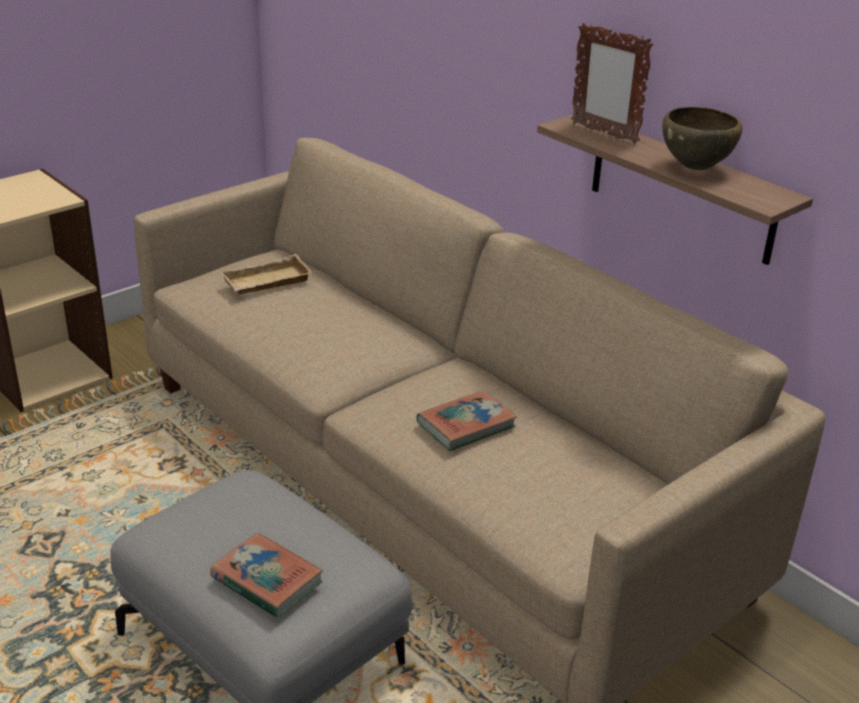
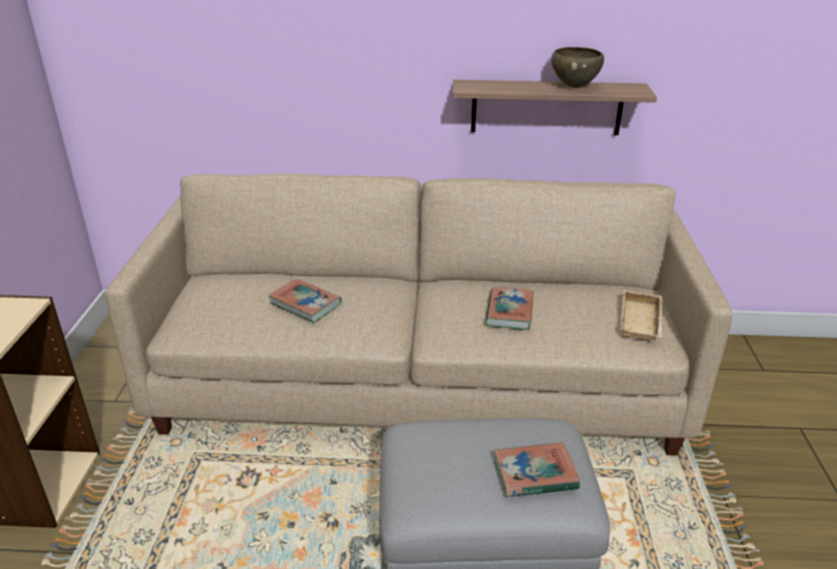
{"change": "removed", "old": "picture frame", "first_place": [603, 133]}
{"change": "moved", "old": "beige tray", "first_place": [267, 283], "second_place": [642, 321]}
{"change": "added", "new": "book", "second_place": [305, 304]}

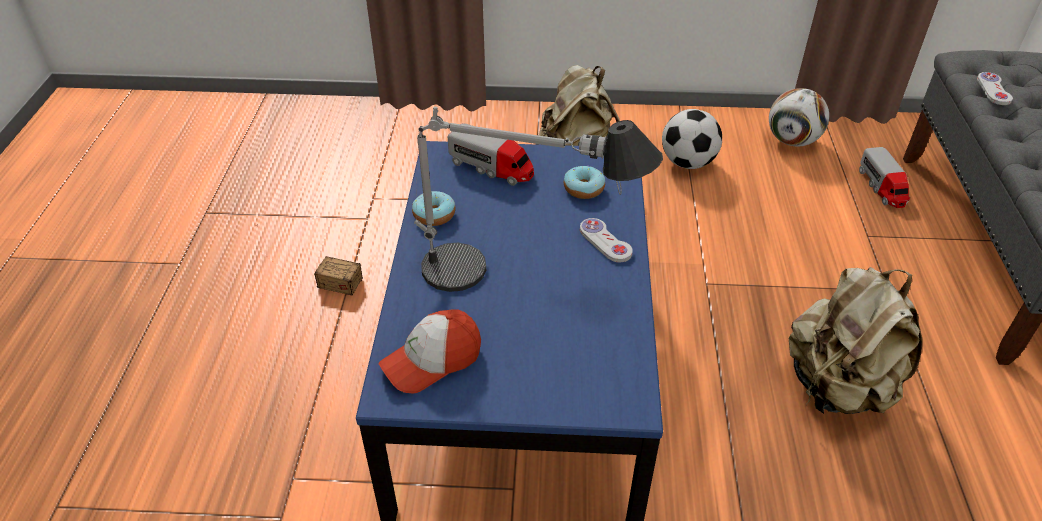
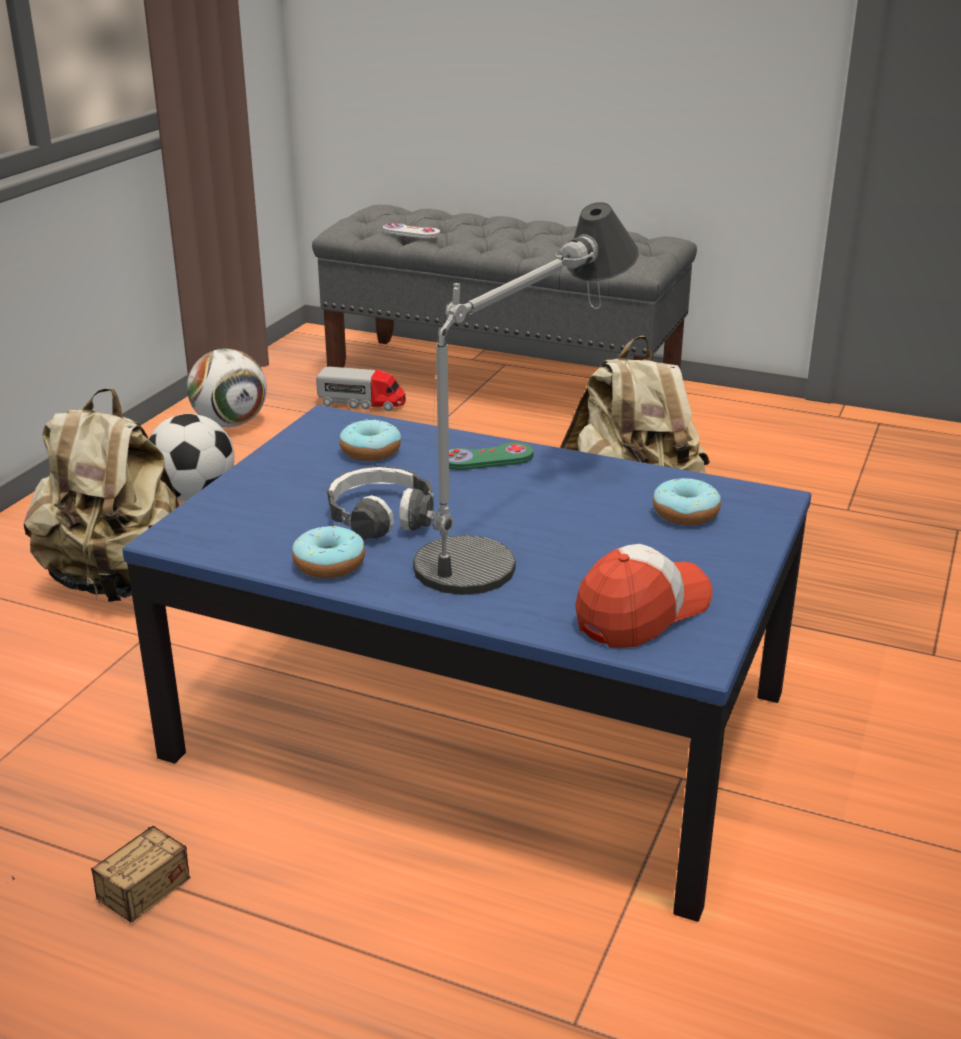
{"change": "removed", "old": "toy truck", "first_place": [492, 167]}
{"change": "recoloured", "old": "white game controller", "new": "green game controller", "first_place": [605, 241], "second_place": [487, 459]}
{"change": "turned", "old": "cap", "first_place": [432, 360], "second_place": [642, 612], "degrees": -120}
{"change": "added", "new": "headphones", "second_place": [381, 516]}
{"change": "added", "new": "donut", "second_place": [685, 513]}

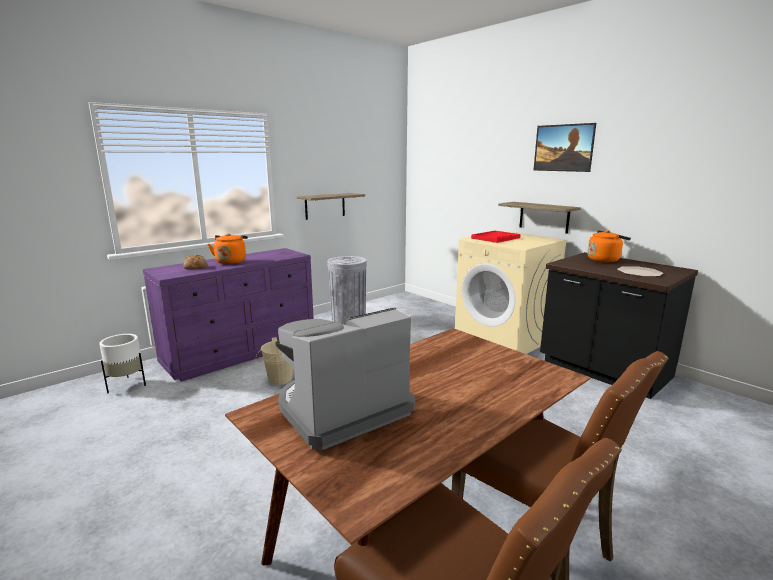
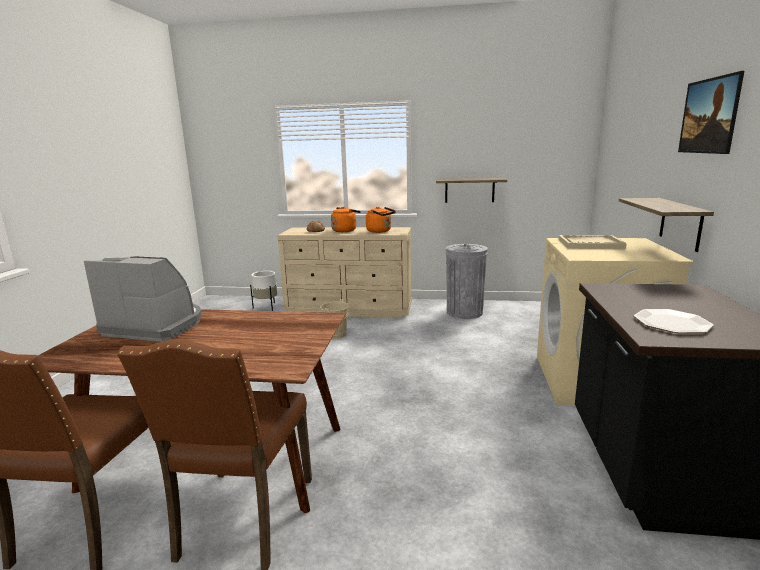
{"change": "moved", "old": "orange kettle", "first_place": [604, 260], "second_place": [380, 231]}
{"change": "recoloured", "old": "red tray", "new": "beige tray", "first_place": [495, 238], "second_place": [590, 244]}
{"change": "recoloured", "old": "purple dresser", "new": "beige dresser", "first_place": [242, 352], "second_place": [350, 309]}

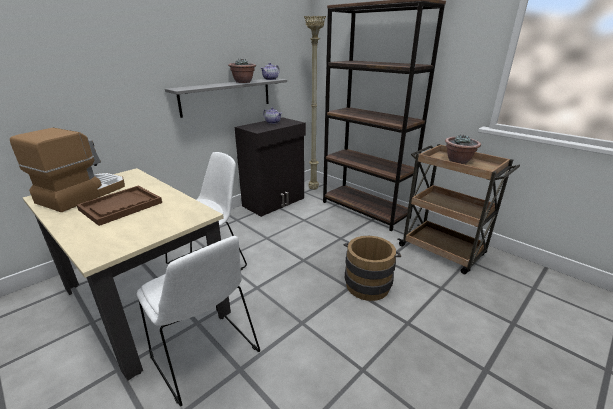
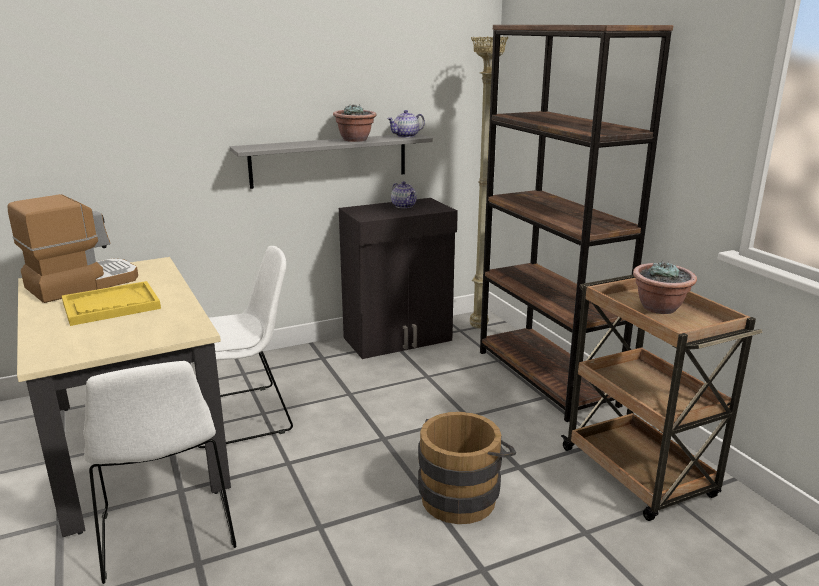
{"change": "recoloured", "old": "brown tray", "new": "yellow tray", "first_place": [121, 206], "second_place": [111, 306]}

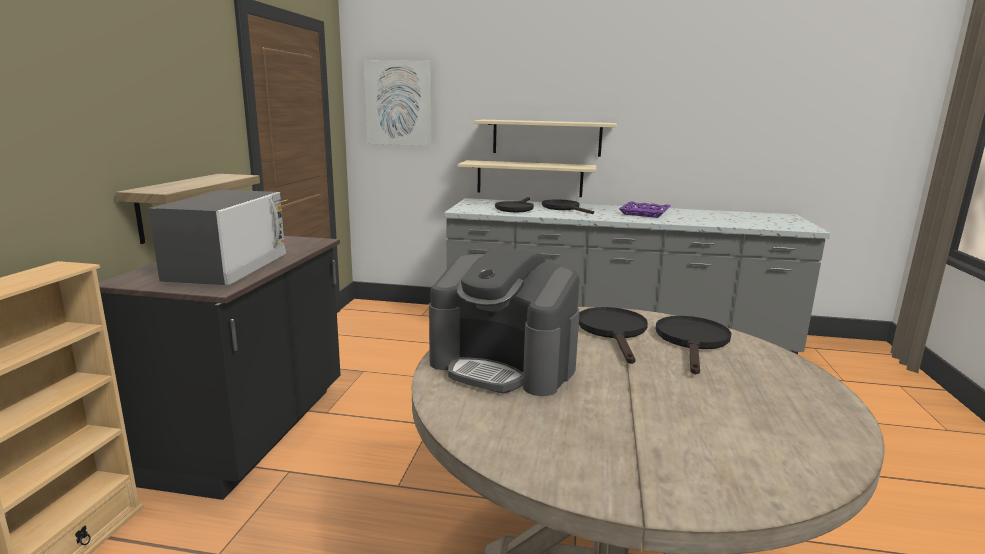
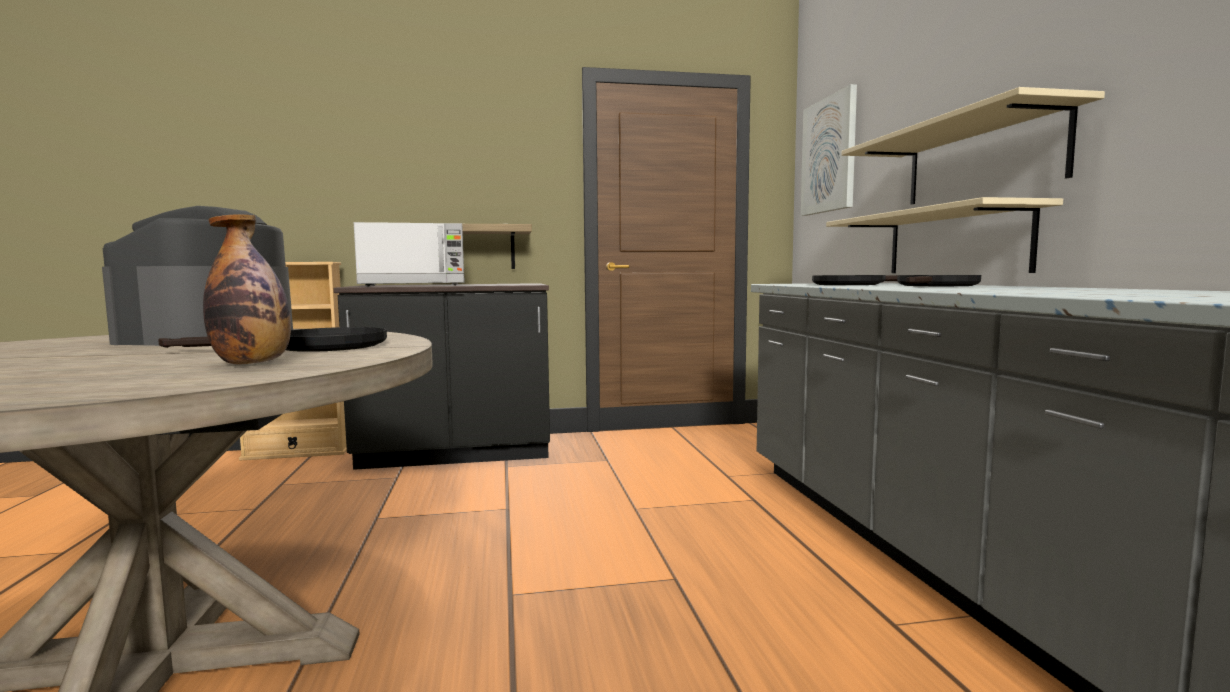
{"change": "removed", "old": "purple tray", "first_place": [644, 213]}
{"change": "replaced", "old": "black frying pan", "new": "bottle", "first_place": [692, 342], "second_place": [252, 363]}

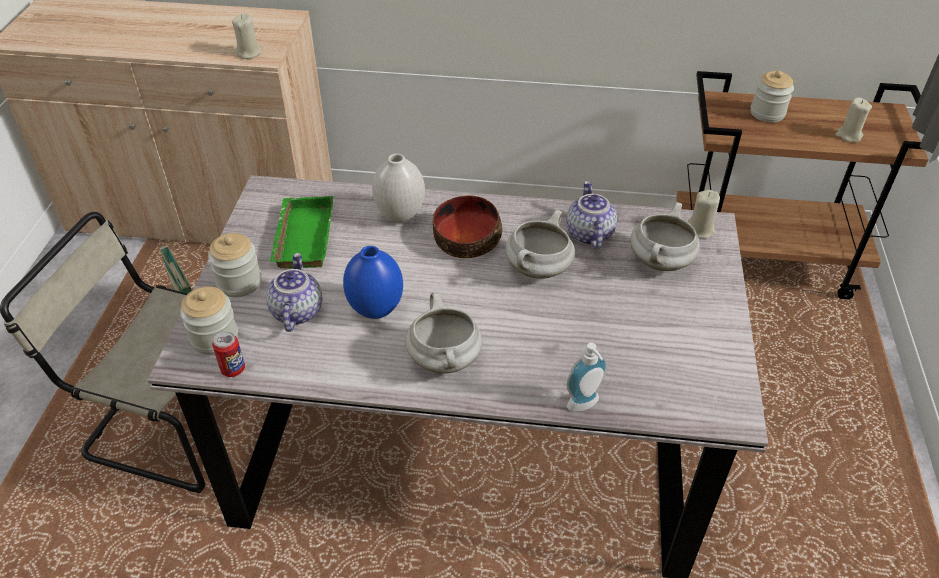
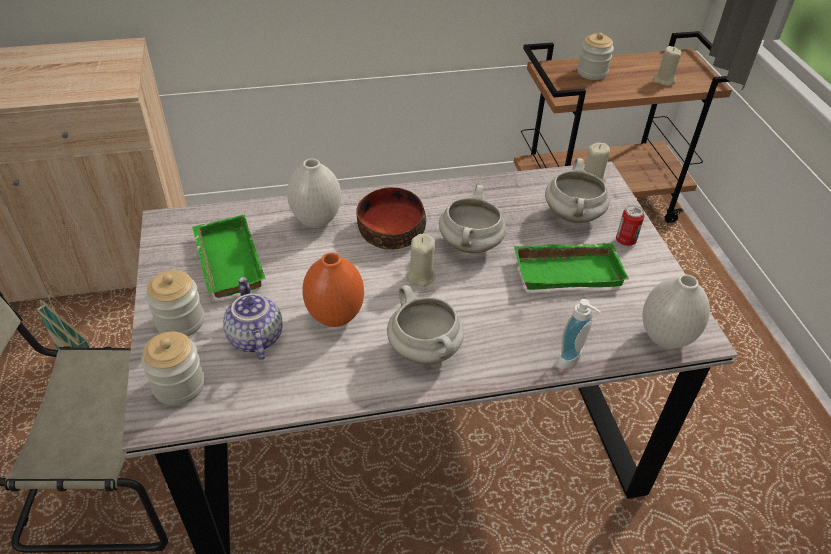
{"change": "moved", "old": "beige candle", "first_place": [249, 53], "second_place": [420, 276]}
{"change": "removed", "old": "teapot", "first_place": [588, 234]}
{"change": "recoloured", "old": "blue vase", "new": "orange vase", "first_place": [375, 310], "second_place": [335, 318]}
{"change": "moved", "old": "can", "first_place": [233, 369], "second_place": [625, 240]}
{"change": "added", "new": "green tray", "second_place": [568, 270]}
{"change": "added", "new": "white vase", "second_place": [664, 339]}

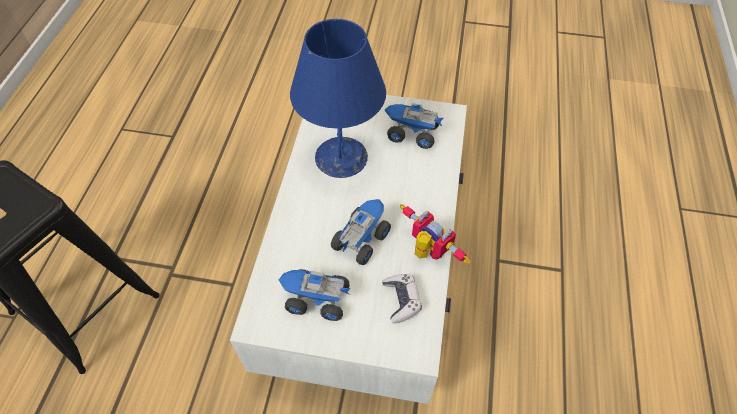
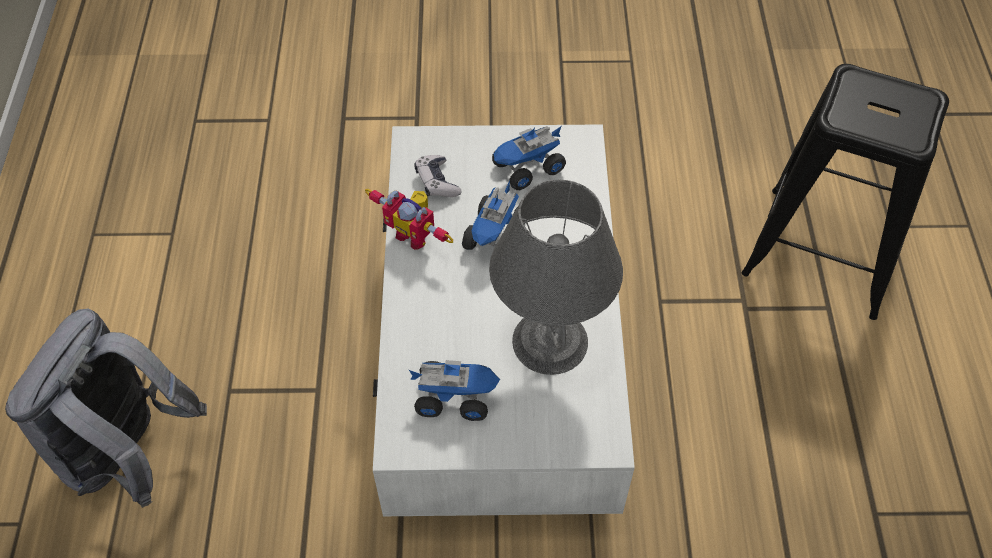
{"change": "recoloured", "old": "blue table lamp", "new": "grey table lamp", "first_place": [342, 157], "second_place": [549, 341]}
{"change": "turned", "old": "toy truck", "first_place": [317, 300], "second_place": [527, 169], "degrees": 150}
{"change": "added", "new": "grey backpack", "second_place": [129, 455]}

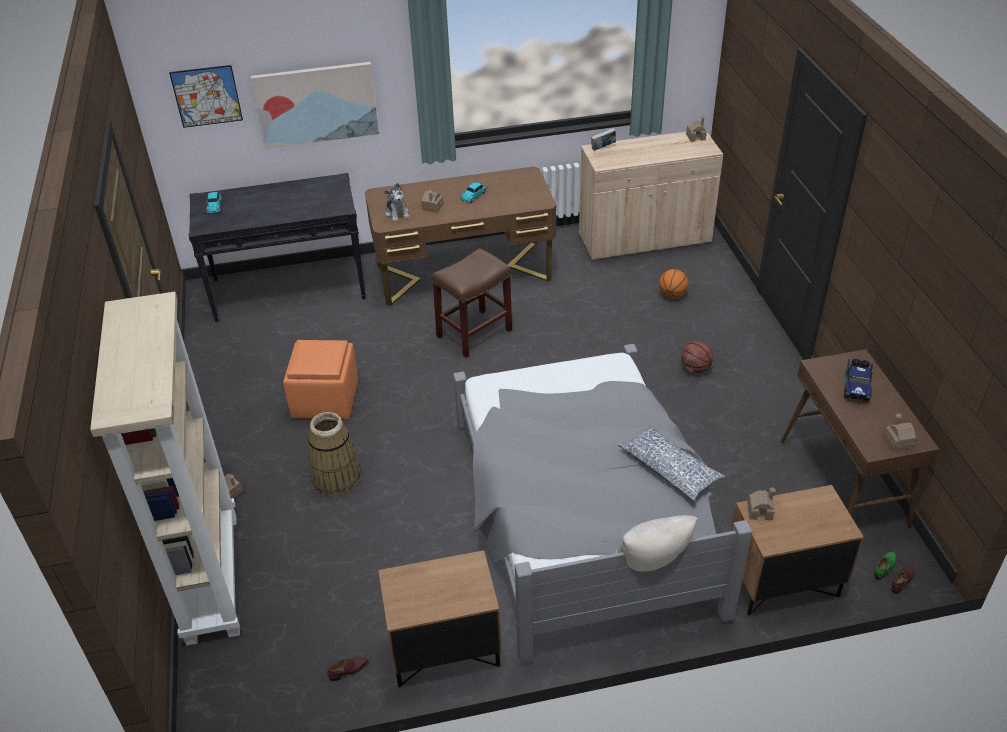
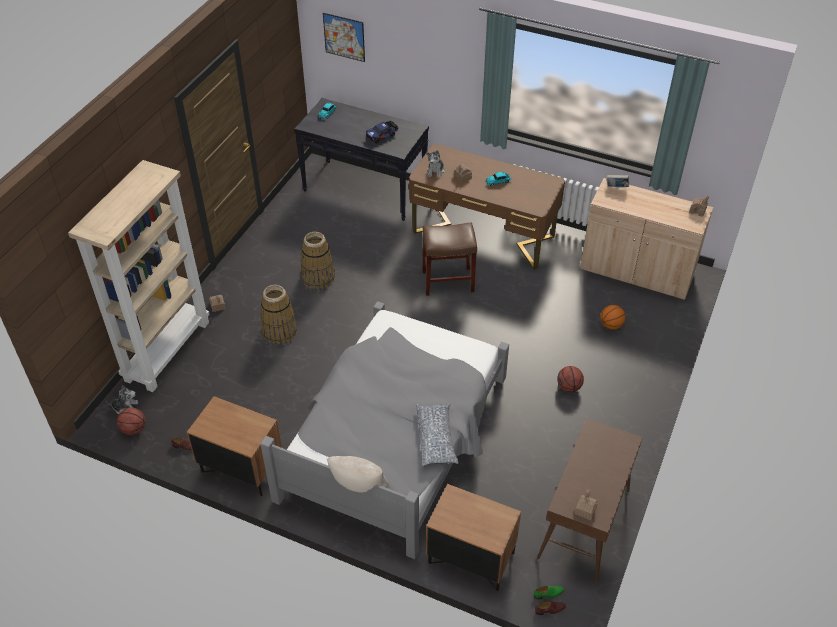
{"change": "removed", "old": "picture", "first_place": [316, 104]}
{"change": "replaced", "old": "orange ottoman", "new": "basket", "first_place": [325, 399], "second_place": [318, 277]}
{"change": "moved", "old": "toy truck", "first_place": [857, 386], "second_place": [382, 136]}
{"change": "removed", "old": "toy house", "first_place": [759, 511]}
{"change": "added", "new": "plush toy", "second_place": [125, 407]}
{"change": "added", "new": "basketball", "second_place": [133, 429]}

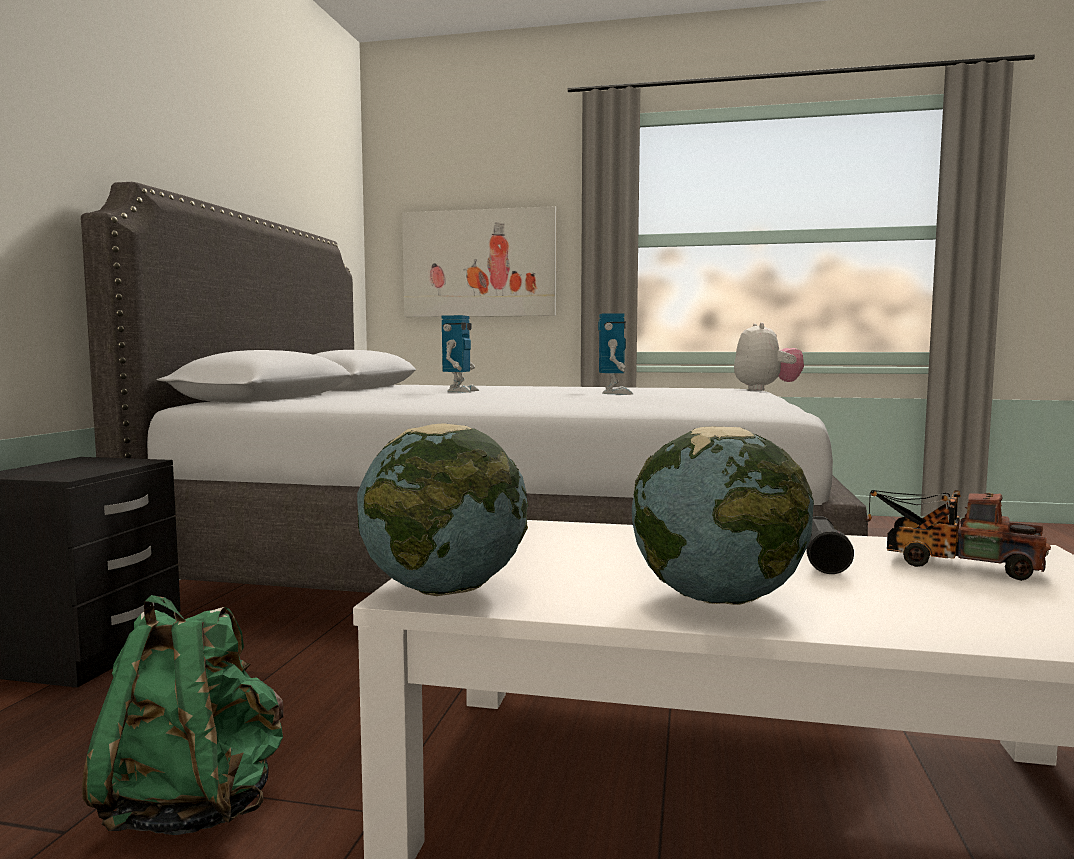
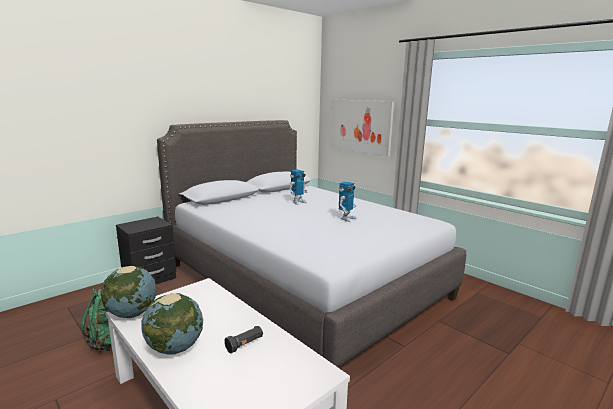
{"change": "removed", "old": "plush toy", "first_place": [765, 389]}
{"change": "removed", "old": "toy truck", "first_place": [950, 564]}

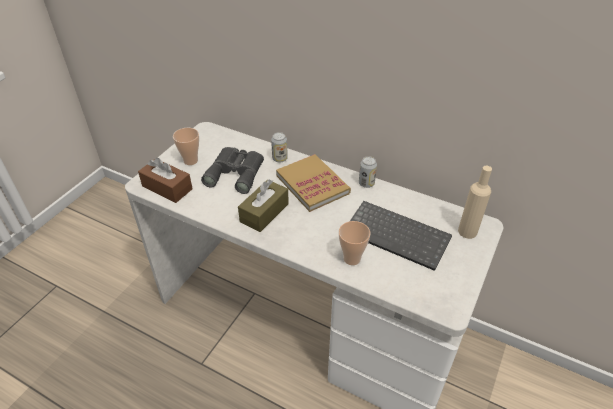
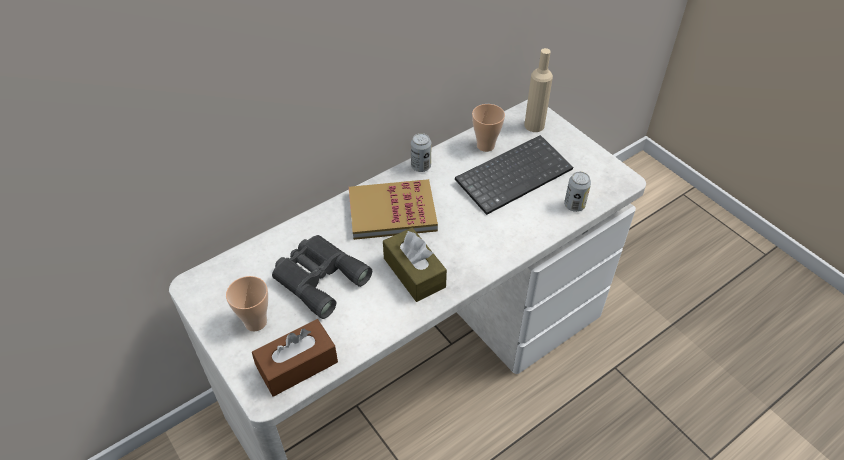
{"change": "moved", "old": "can", "first_place": [280, 159], "second_place": [574, 205]}
{"change": "moved", "old": "cup", "first_place": [352, 258], "second_place": [485, 145]}

